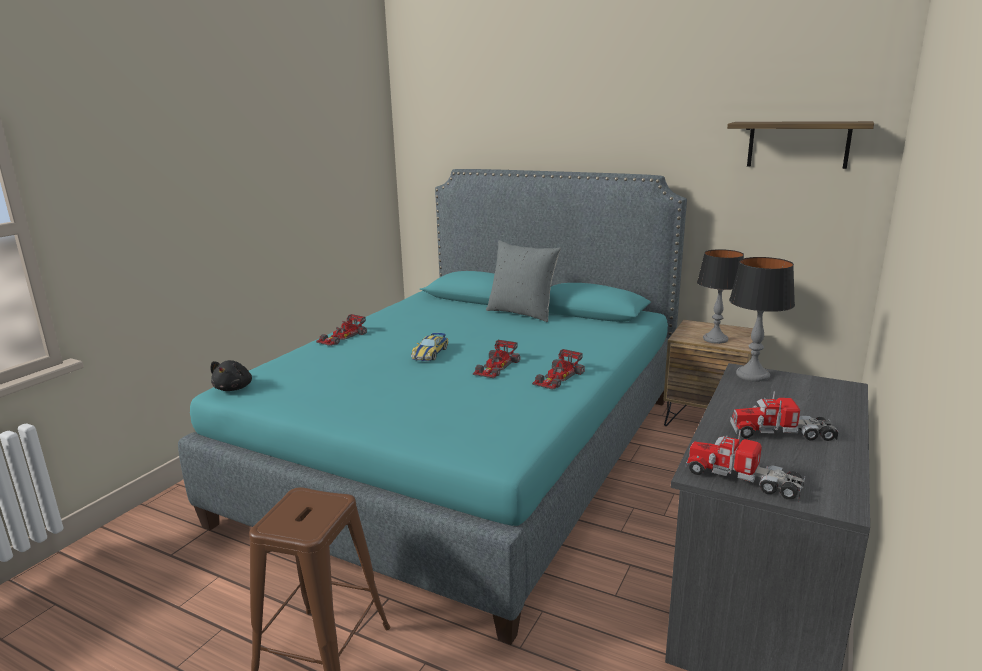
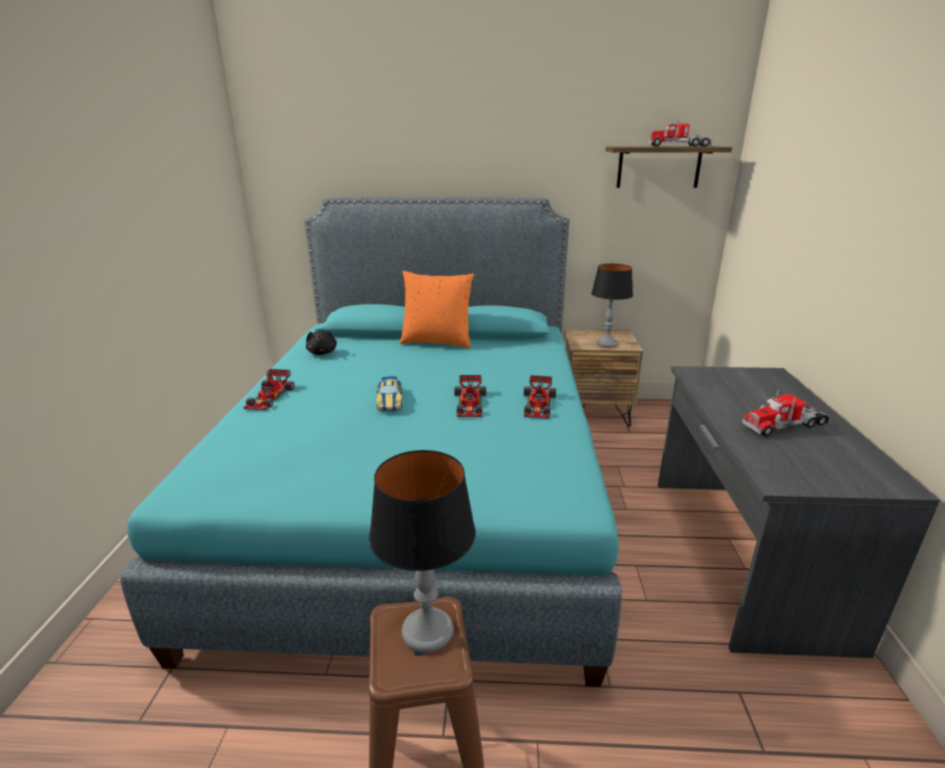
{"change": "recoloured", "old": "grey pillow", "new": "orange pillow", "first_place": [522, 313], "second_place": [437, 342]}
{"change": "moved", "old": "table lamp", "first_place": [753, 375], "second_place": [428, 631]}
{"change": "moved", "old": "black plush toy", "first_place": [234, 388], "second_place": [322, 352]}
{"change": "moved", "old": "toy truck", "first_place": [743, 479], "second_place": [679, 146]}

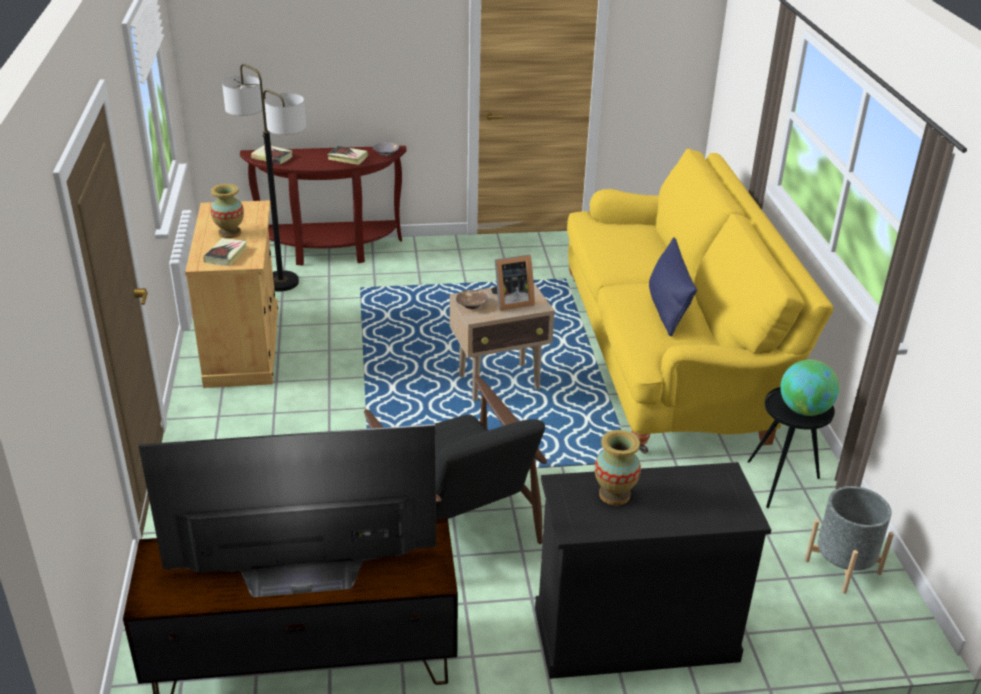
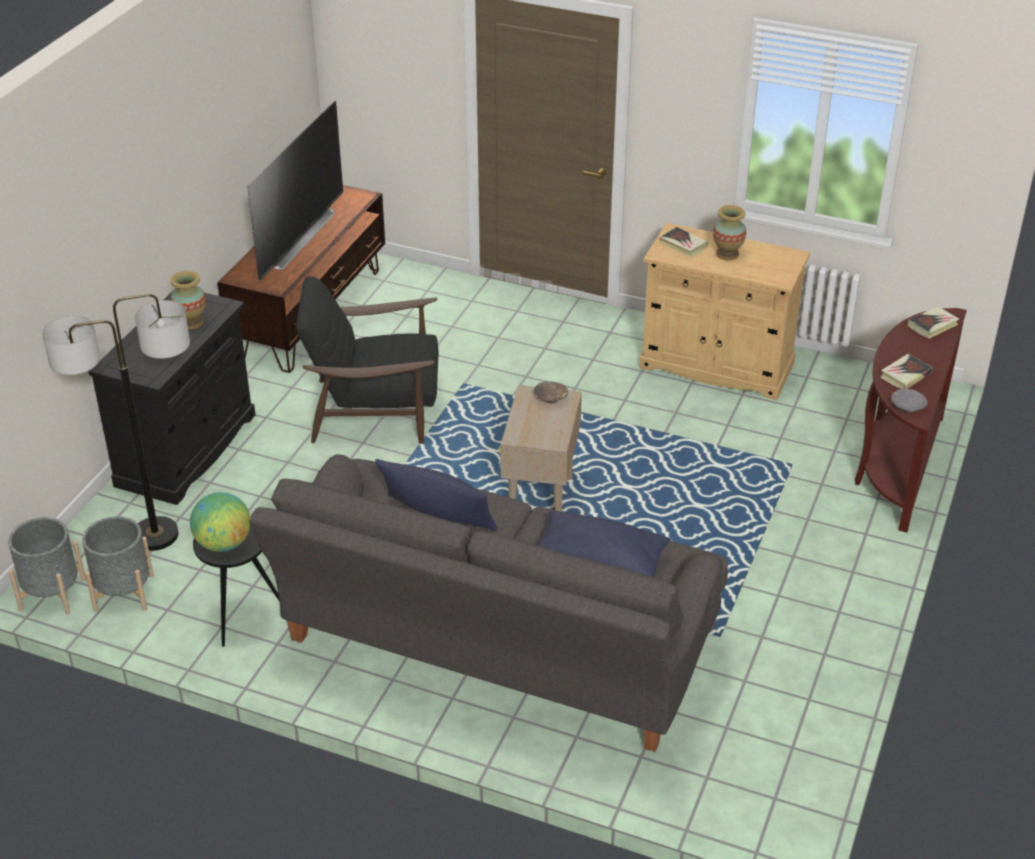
{"change": "moved", "old": "floor lamp", "first_place": [281, 282], "second_place": [155, 535]}
{"change": "recoloured", "old": "yellow sofa", "new": "grey sofa", "first_place": [669, 355], "second_place": [495, 646]}
{"change": "removed", "old": "picture frame", "first_place": [510, 301]}
{"change": "added", "new": "blue pillow", "second_place": [599, 561]}
{"change": "added", "new": "grey planter", "second_place": [52, 594]}

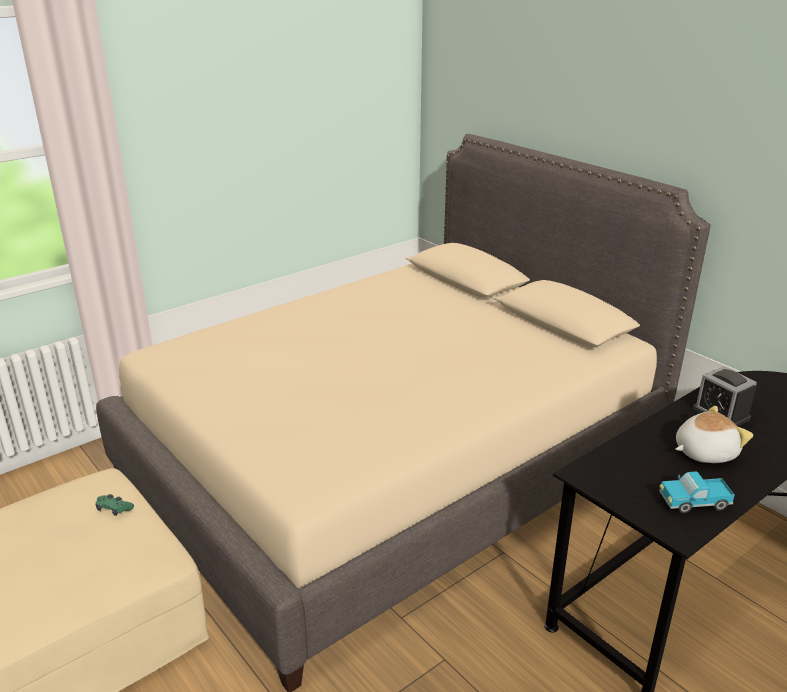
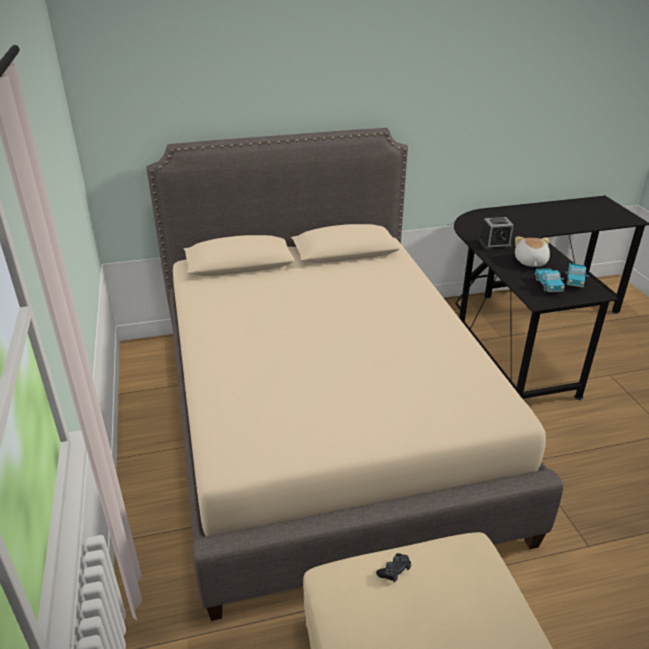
{"change": "recoloured", "old": "green game controller", "new": "black game controller", "first_place": [114, 509], "second_place": [394, 571]}
{"change": "added", "new": "toy truck", "second_place": [548, 286]}

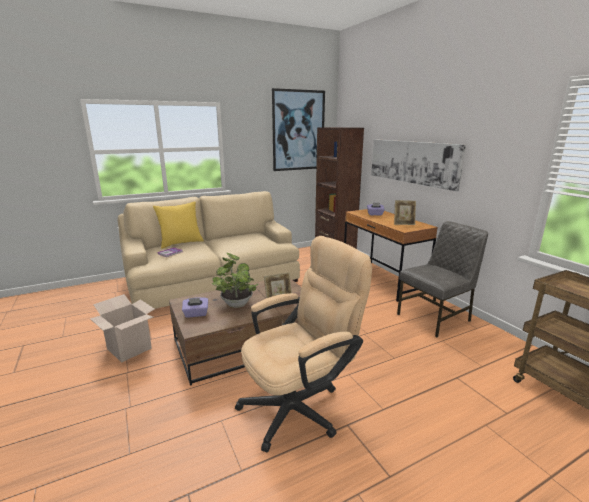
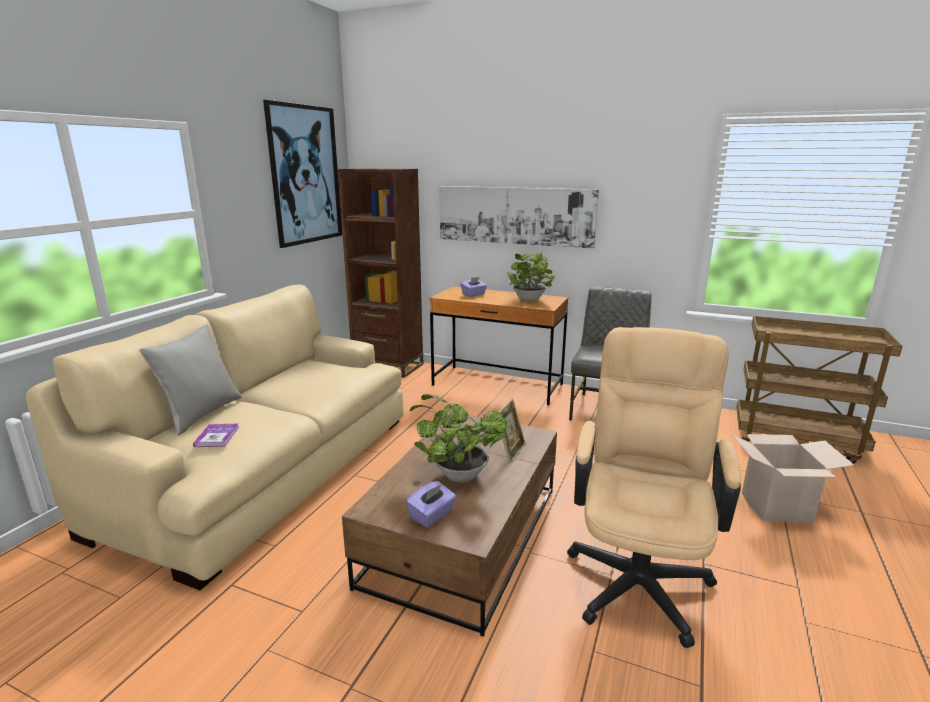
{"change": "replaced", "old": "picture frame", "new": "potted plant", "first_place": [403, 224], "second_place": [530, 300]}
{"change": "recoloured", "old": "yellow pillow", "new": "grey pillow", "first_place": [181, 243], "second_place": [201, 414]}
{"change": "moved", "old": "cardboard box", "first_place": [129, 349], "second_place": [776, 507]}

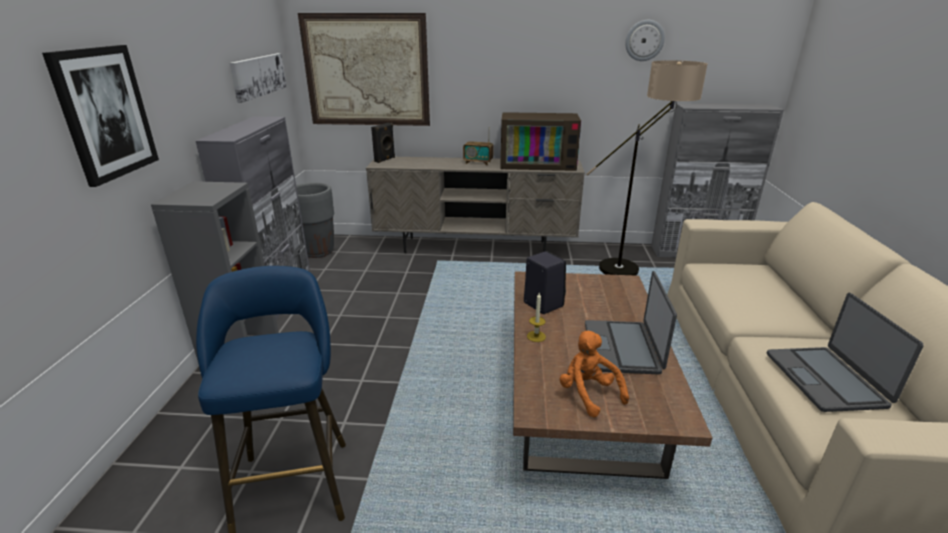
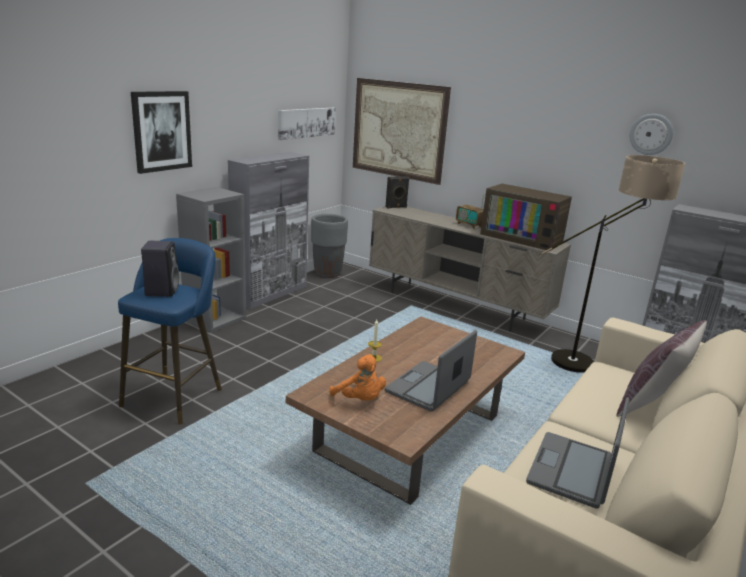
{"change": "moved", "old": "black speaker", "first_place": [542, 304], "second_place": [162, 290]}
{"change": "turned", "old": "orange plush toy", "first_place": [588, 393], "second_place": [360, 400], "degrees": 135}
{"change": "added", "new": "brown pillow", "second_place": [651, 405]}

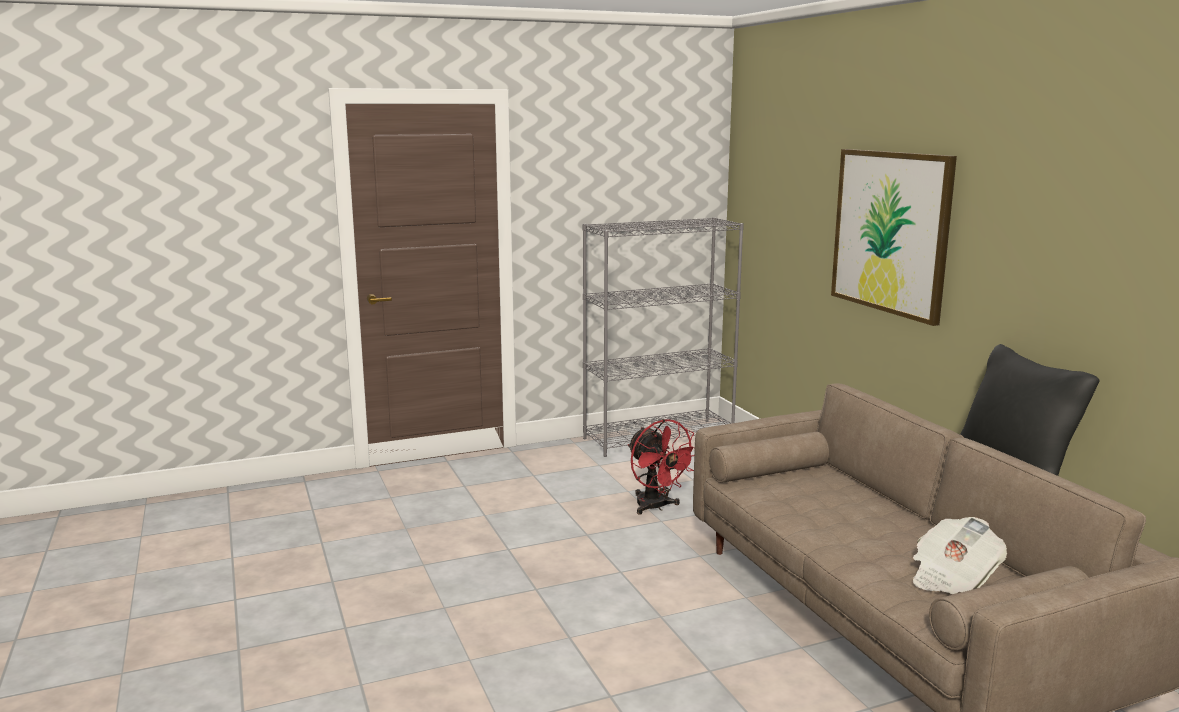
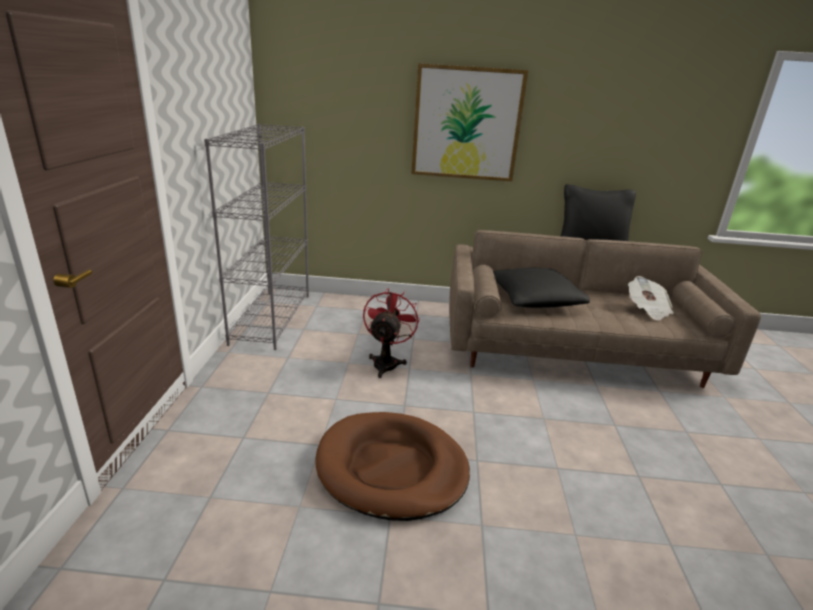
{"change": "turned", "old": "red fan", "first_place": [656, 507], "second_place": [386, 362], "degrees": -75}
{"change": "added", "new": "black pillow", "second_place": [534, 300]}
{"change": "added", "new": "brown dog bed", "second_place": [391, 468]}

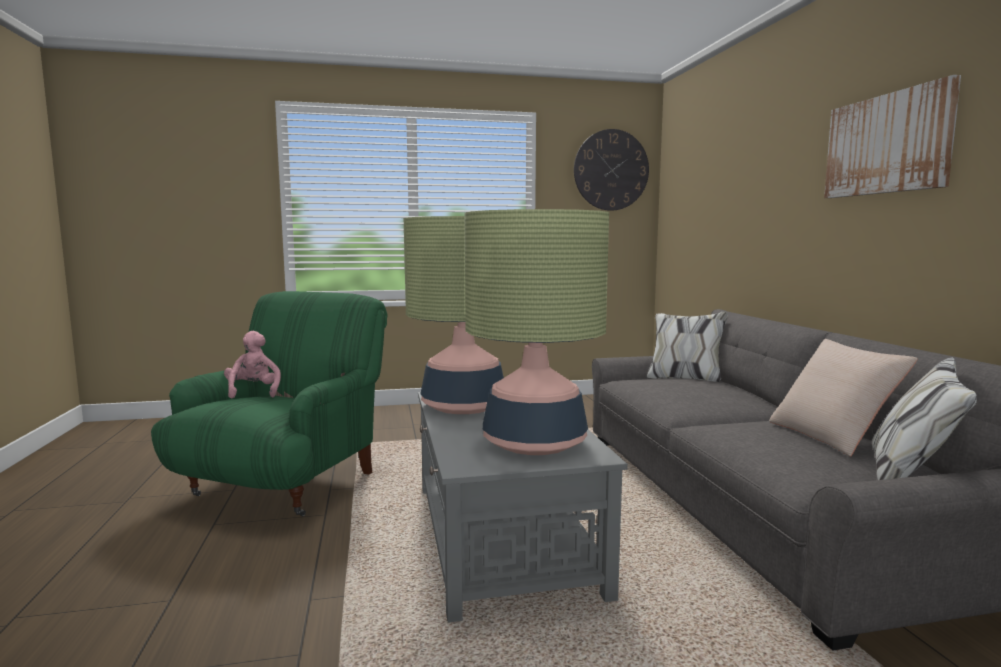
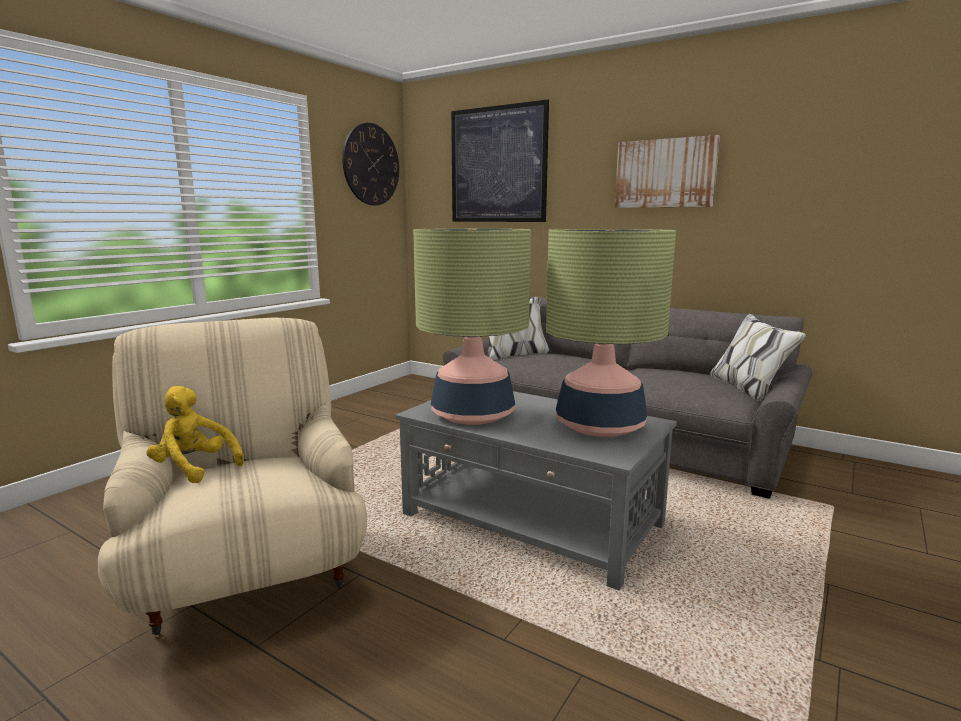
{"change": "recoloured", "old": "green armchair", "new": "beige armchair", "first_place": [284, 485], "second_place": [247, 571]}
{"change": "recoloured", "old": "pink plush toy", "new": "yellow plush toy", "first_place": [254, 392], "second_place": [194, 468]}
{"change": "removed", "old": "beige pillow", "first_place": [832, 435]}
{"change": "added", "new": "picture", "second_place": [498, 165]}

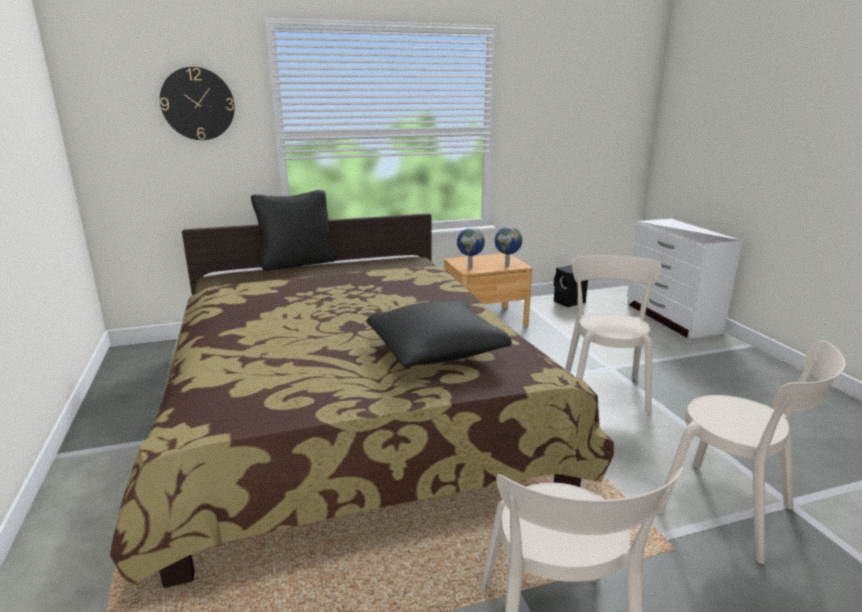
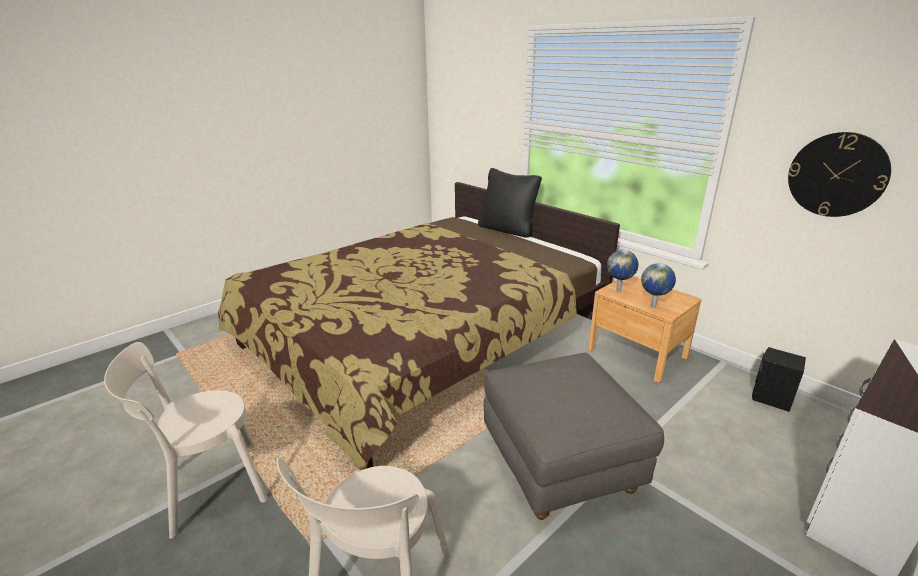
{"change": "moved", "old": "wall clock", "first_place": [198, 104], "second_place": [837, 175]}
{"change": "replaced", "old": "beige chair", "new": "grey ottoman", "first_place": [604, 389], "second_place": [561, 464]}
{"change": "removed", "old": "black pillow", "first_place": [436, 350]}

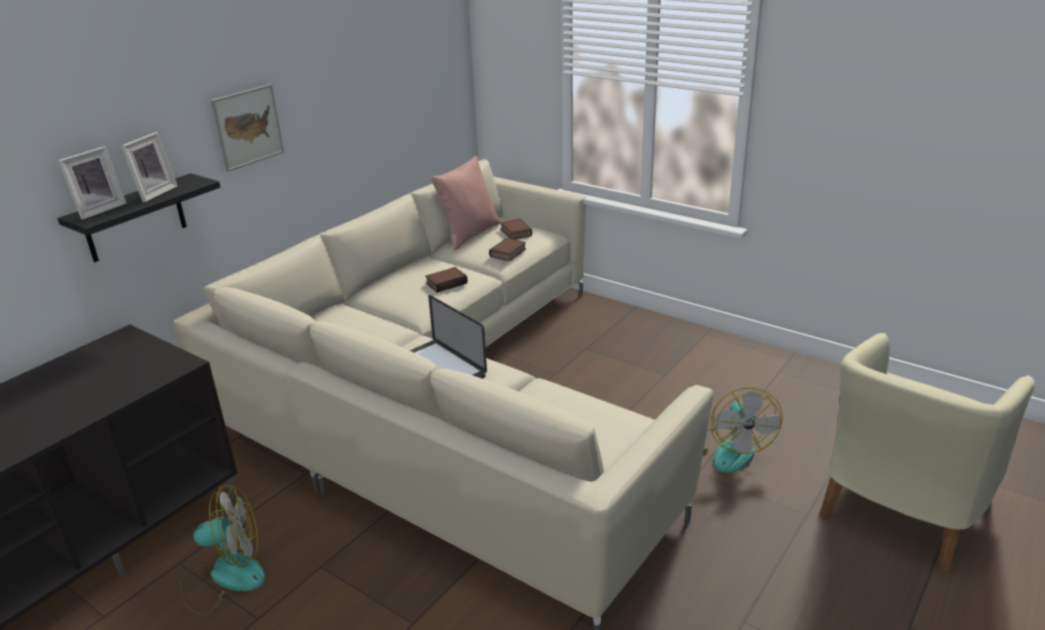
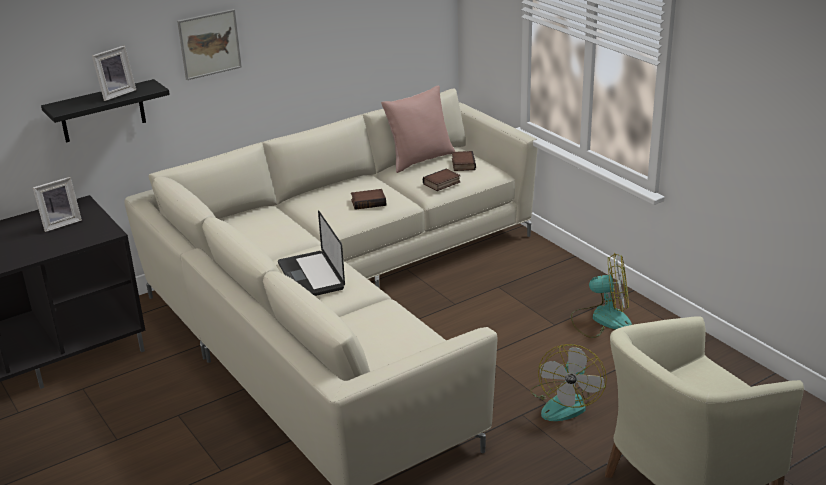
{"change": "moved", "old": "picture frame", "first_place": [99, 210], "second_place": [60, 223]}
{"change": "moved", "old": "fan", "first_place": [224, 576], "second_place": [601, 319]}

